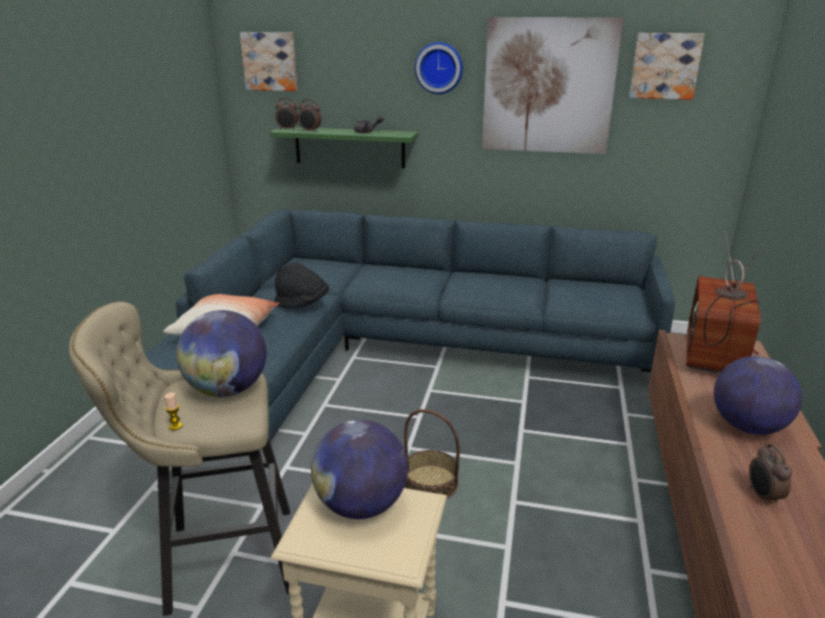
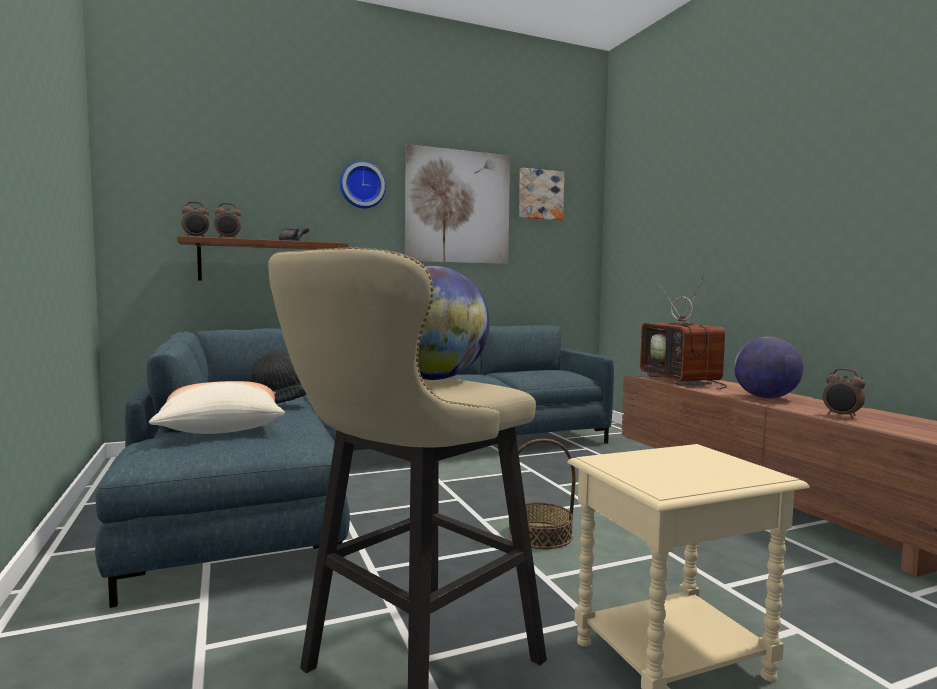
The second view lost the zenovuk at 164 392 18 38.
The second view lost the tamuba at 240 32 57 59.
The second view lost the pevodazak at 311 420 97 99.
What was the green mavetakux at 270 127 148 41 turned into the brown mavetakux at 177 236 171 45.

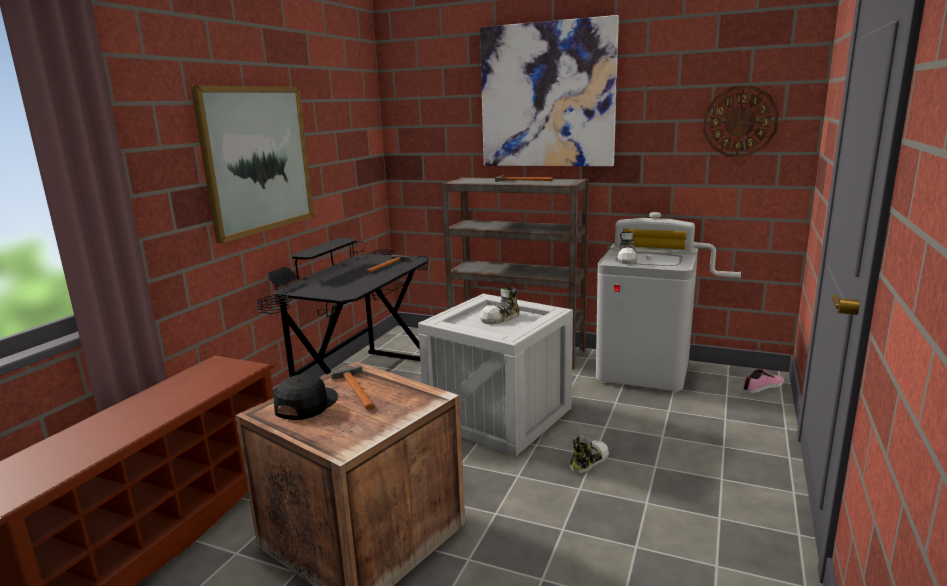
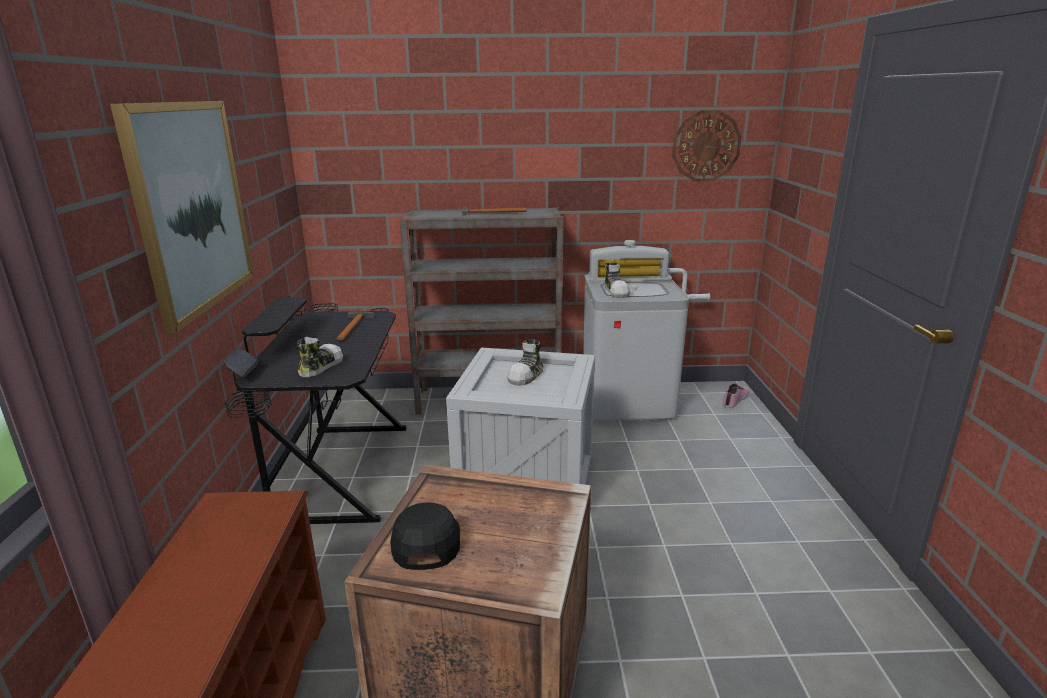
The second view lost the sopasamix at 330 366 45 44.
The second view lost the tamuba at 480 15 139 151.
The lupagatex ended up elsewhere, having gone from 570 436 39 37 to 297 337 46 40.

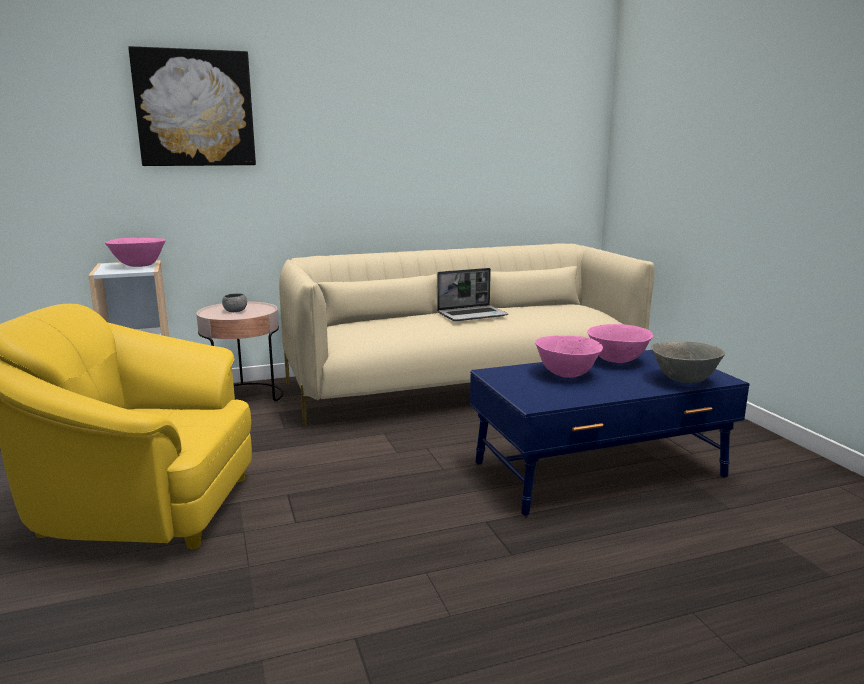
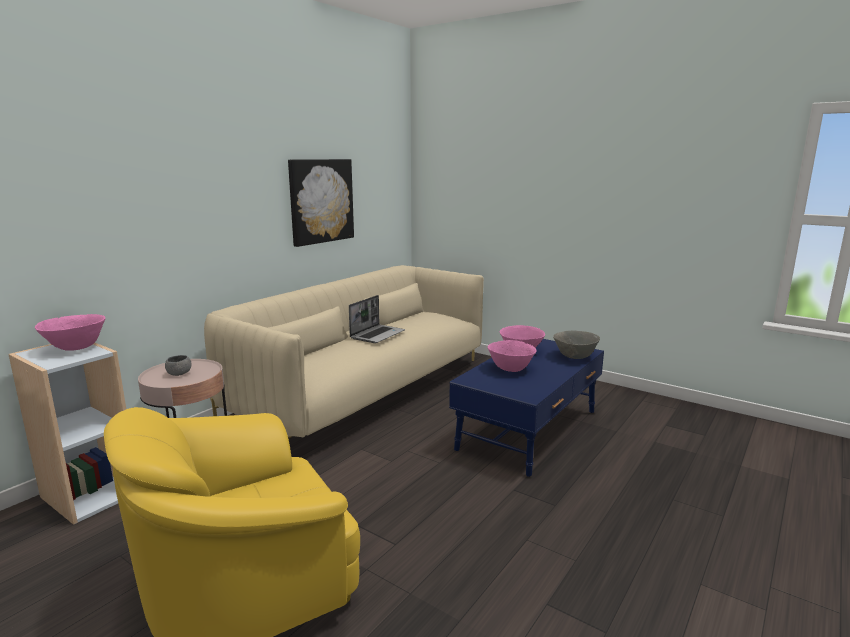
The tamuba ended up elsewhere, having gone from 128 46 128 120 to 288 159 66 88.

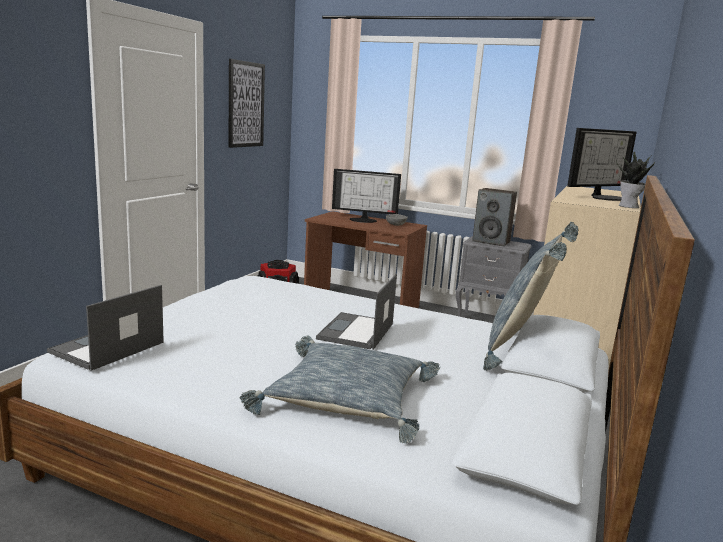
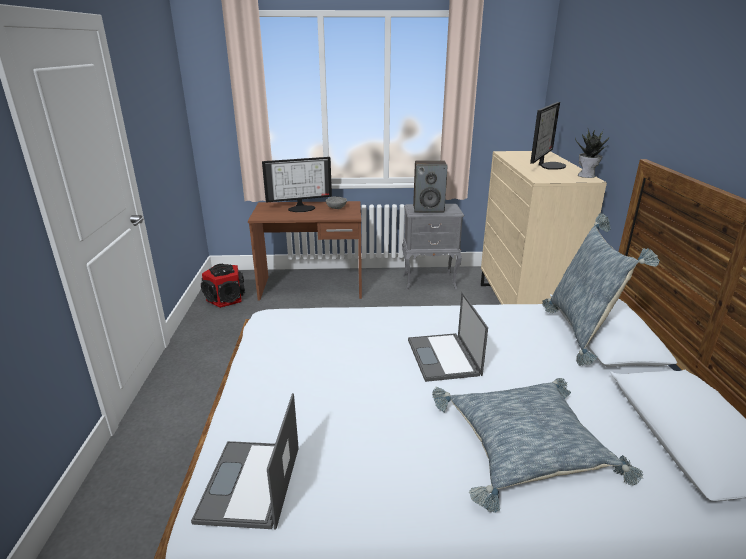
The second view lost the tamuba at 228 59 37 89.

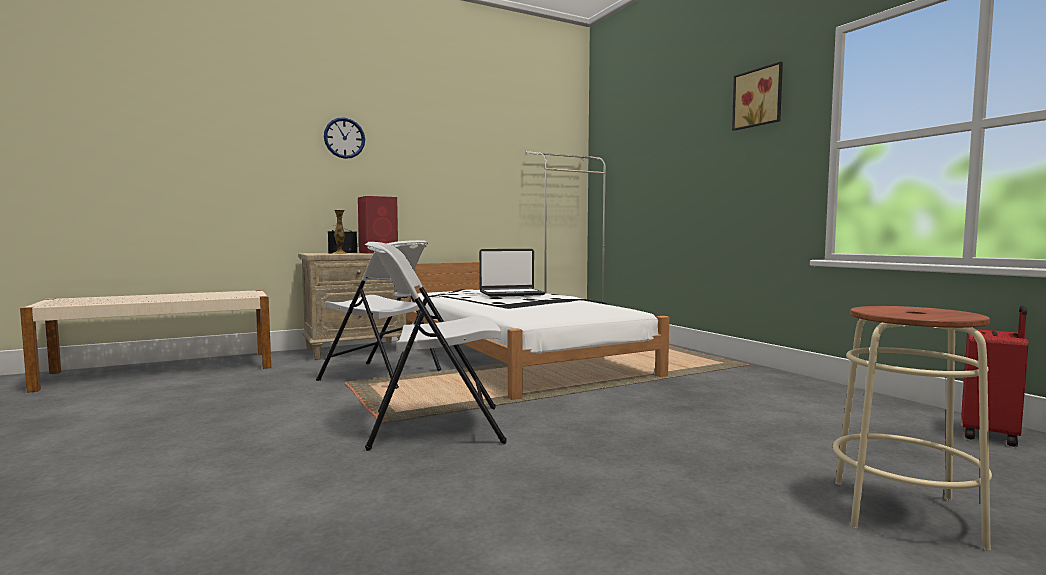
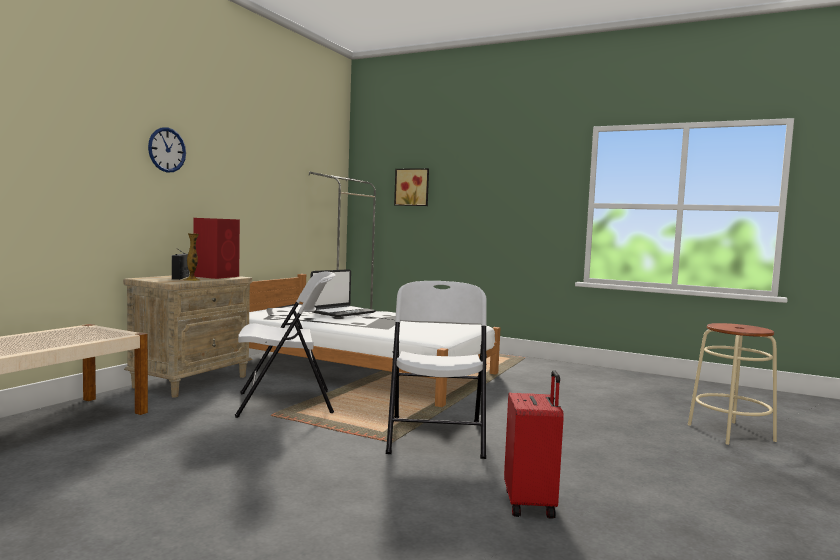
The tamuba ended up elsewhere, having gone from 732 61 51 70 to 394 168 35 38.
The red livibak ended up elsewhere, having gone from 962 306 67 141 to 504 370 60 149.
The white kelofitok at 365 242 142 209 ended up facing another way, 135 degrees clockwise from before.

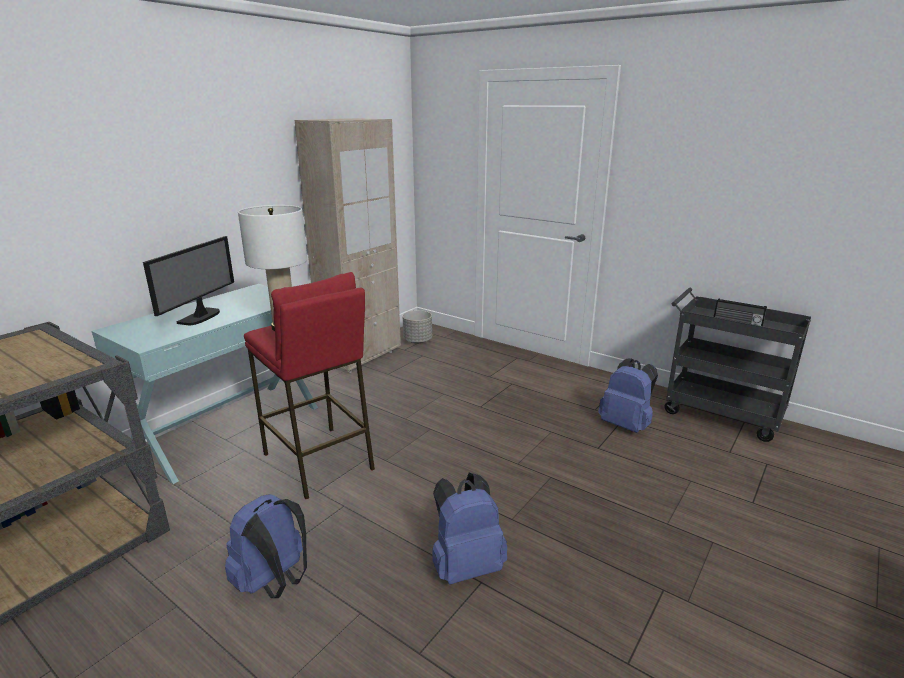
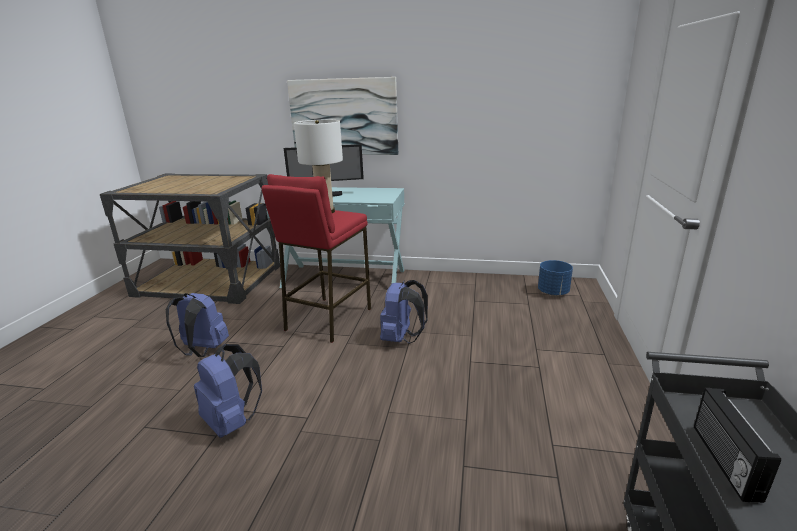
The second view lost the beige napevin at 294 118 107 255.
The second view gained the tamuba at 287 77 111 78.
The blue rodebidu ended up elsewhere, having gone from 598 358 60 75 to 380 280 48 64.
What was the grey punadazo at 403 310 29 33 turned into the blue punadazo at 538 260 35 36.

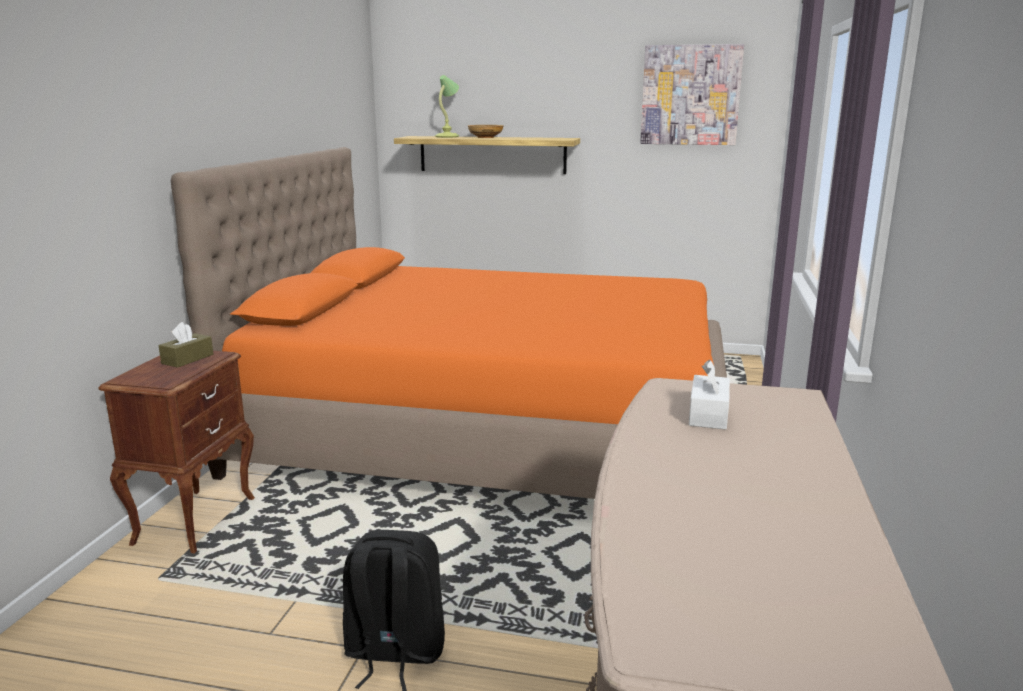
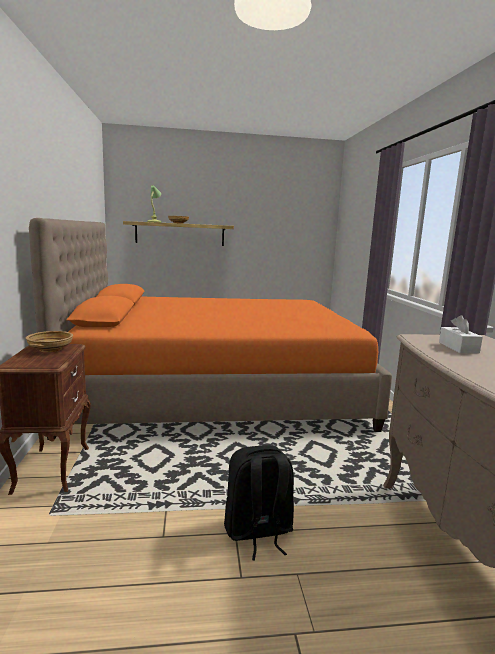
The second view lost the tamuba at 640 44 104 101.
Where the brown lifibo stood at 159 322 54 46, the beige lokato came to stand at 26 331 47 21.

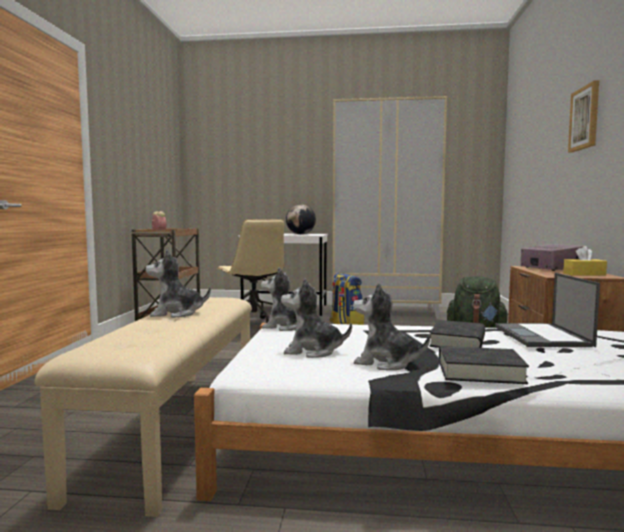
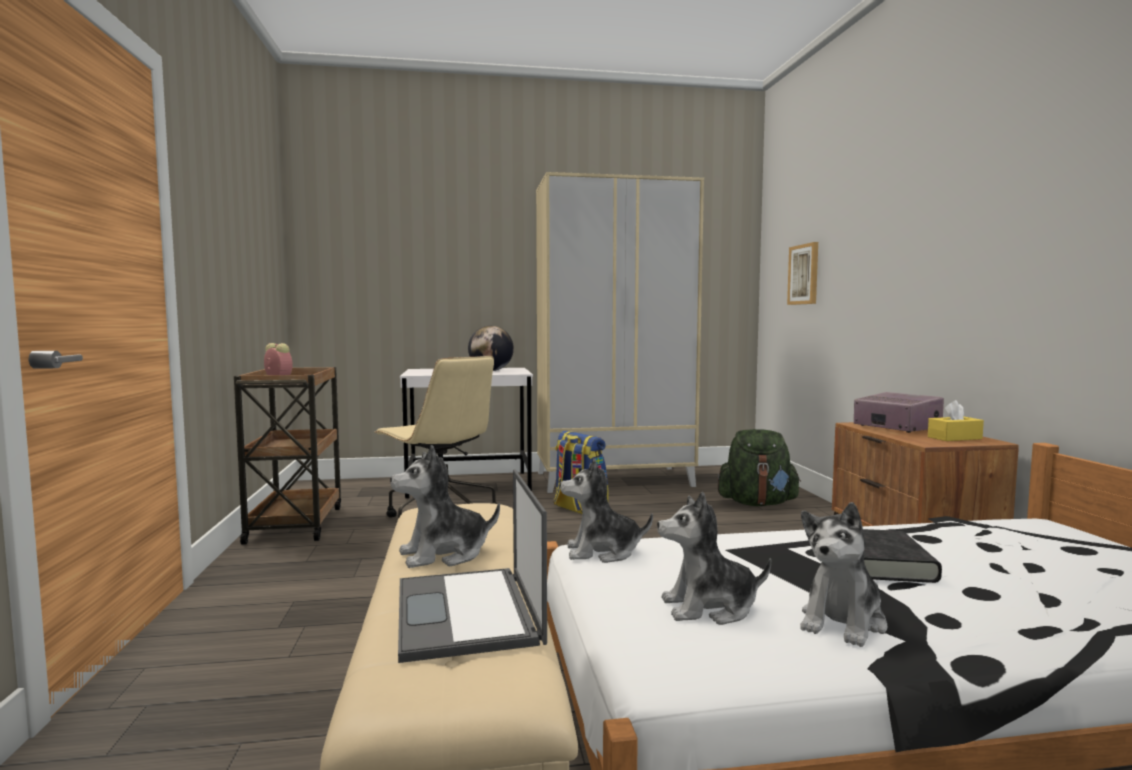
The second view lost the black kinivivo at 439 346 90 38.
The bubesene ended up elsewhere, having gone from 495 273 105 74 to 398 469 149 194.
The tamuba ended up elsewhere, having gone from 568 80 31 72 to 787 242 31 63.
The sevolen at 353 283 77 87 ended up facing another way, 60 degrees counterclockwise from before.

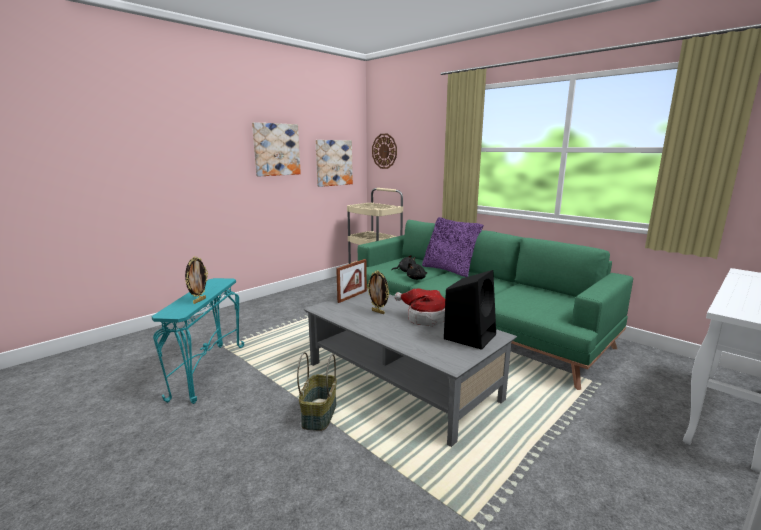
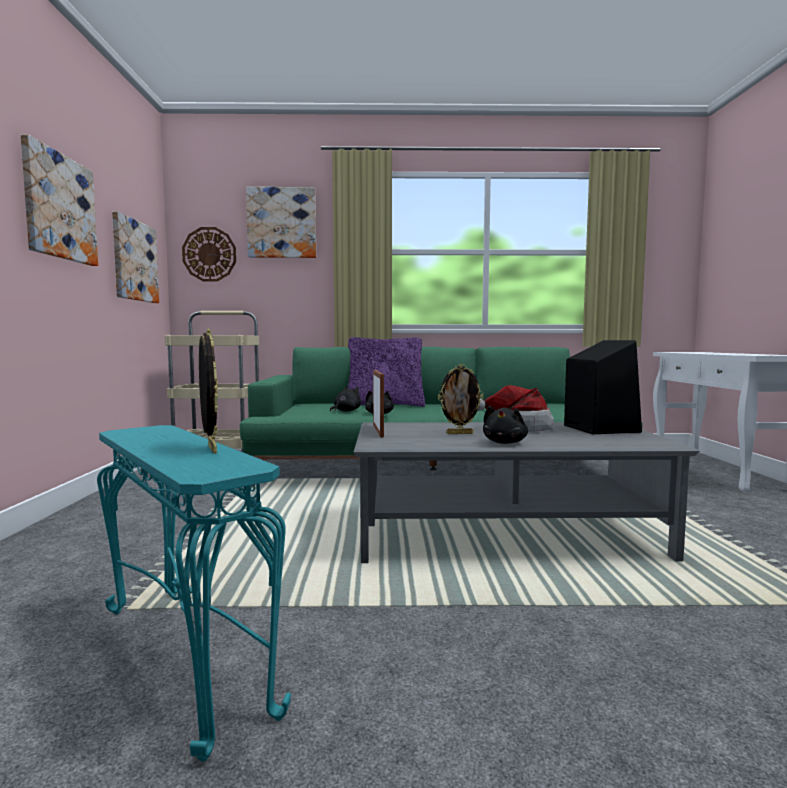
The second view lost the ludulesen at 297 352 40 79.
The second view gained the tamuba at 246 187 70 71.
The second view gained the black sevolen at 483 406 45 38.

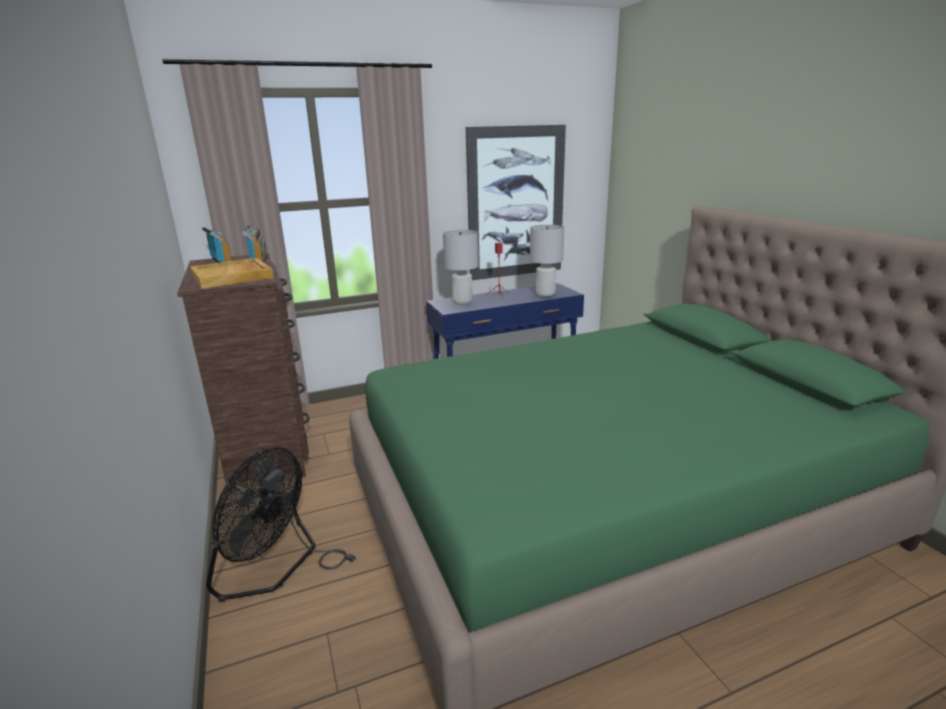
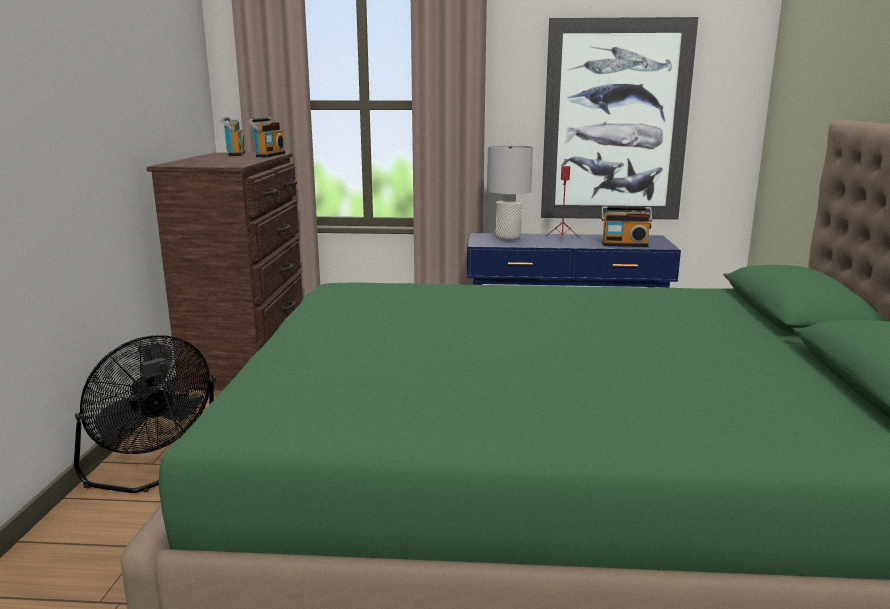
The second view lost the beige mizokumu at 190 258 84 31.
Where the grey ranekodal stood at 530 225 34 72, the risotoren came to stand at 601 206 52 41.

